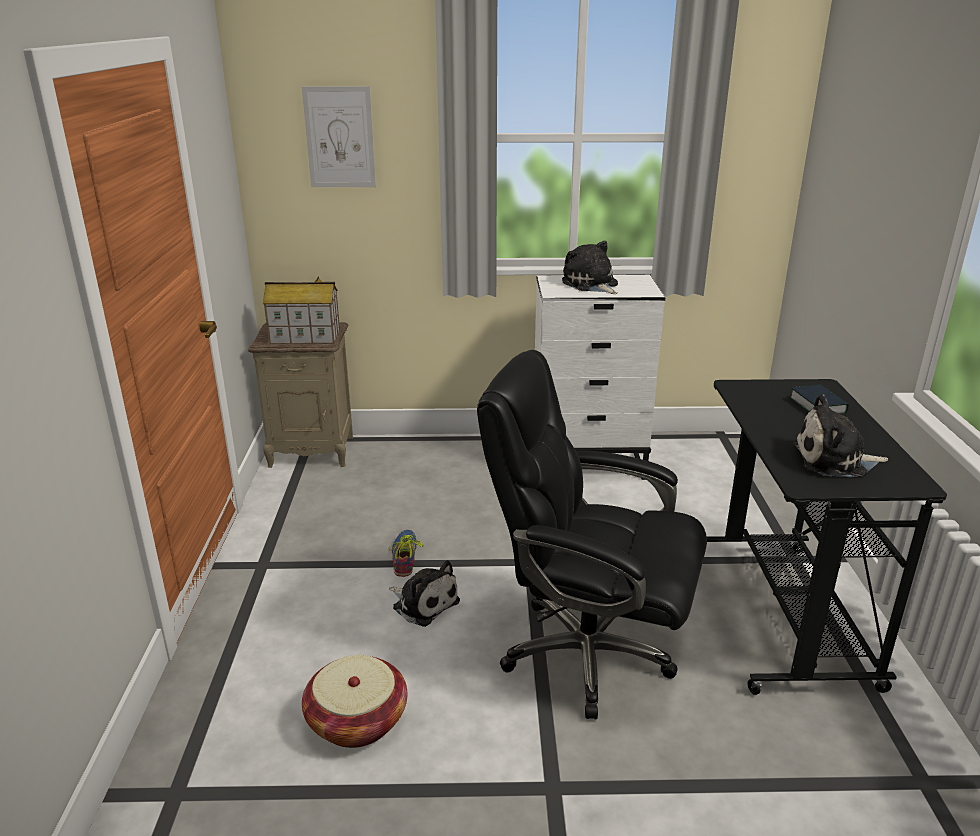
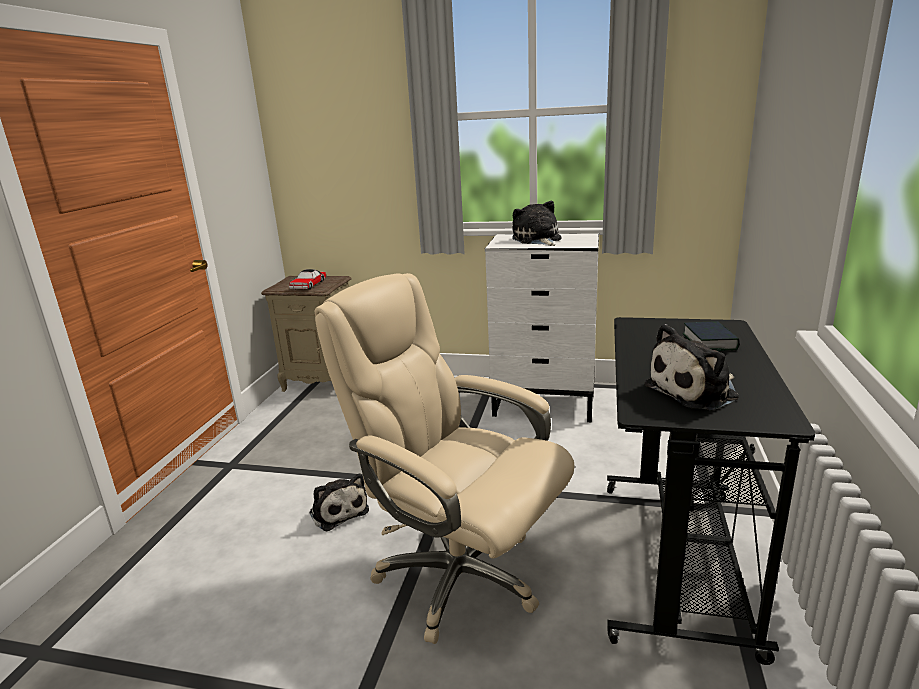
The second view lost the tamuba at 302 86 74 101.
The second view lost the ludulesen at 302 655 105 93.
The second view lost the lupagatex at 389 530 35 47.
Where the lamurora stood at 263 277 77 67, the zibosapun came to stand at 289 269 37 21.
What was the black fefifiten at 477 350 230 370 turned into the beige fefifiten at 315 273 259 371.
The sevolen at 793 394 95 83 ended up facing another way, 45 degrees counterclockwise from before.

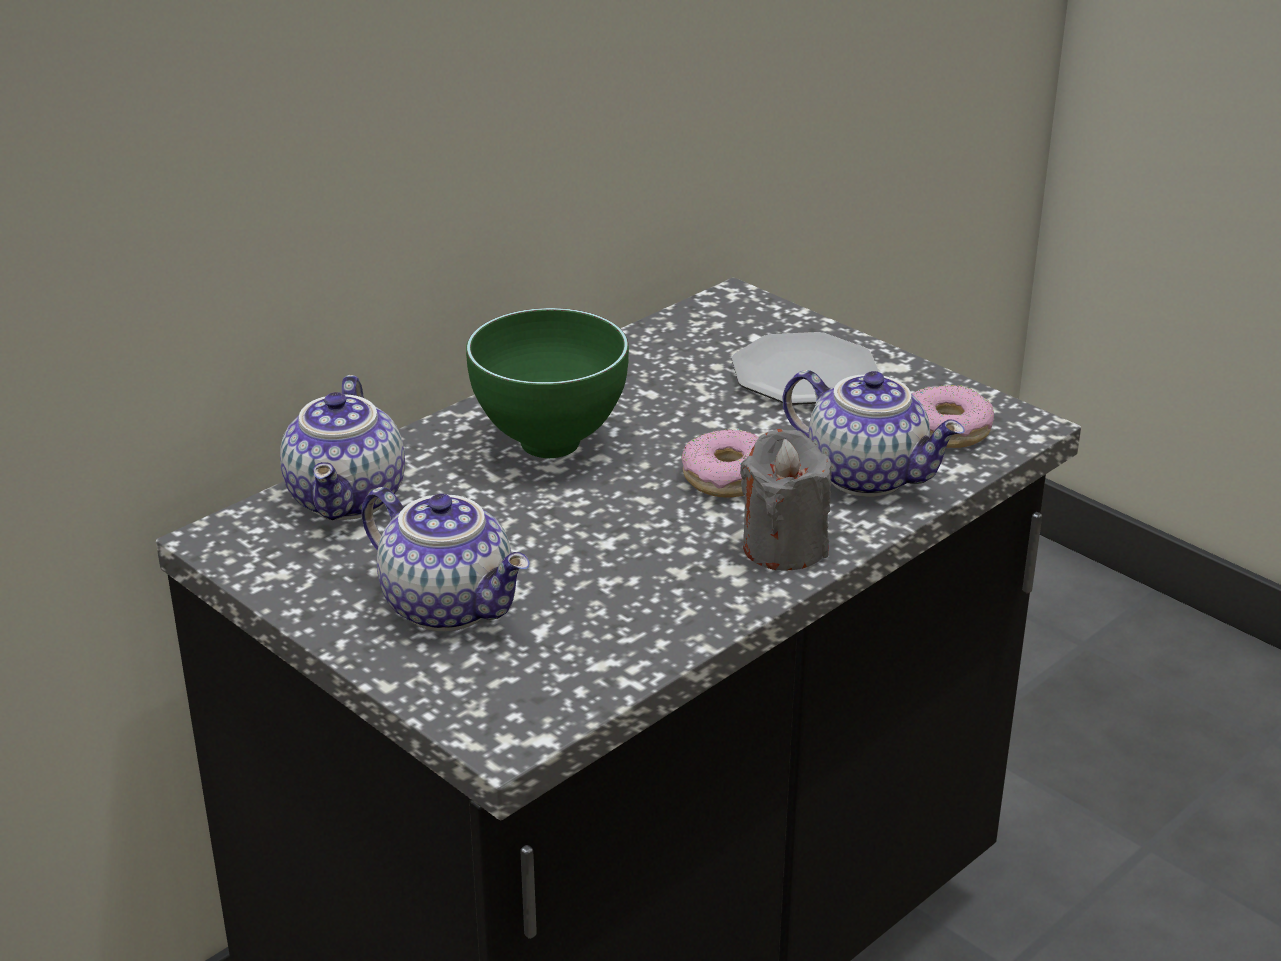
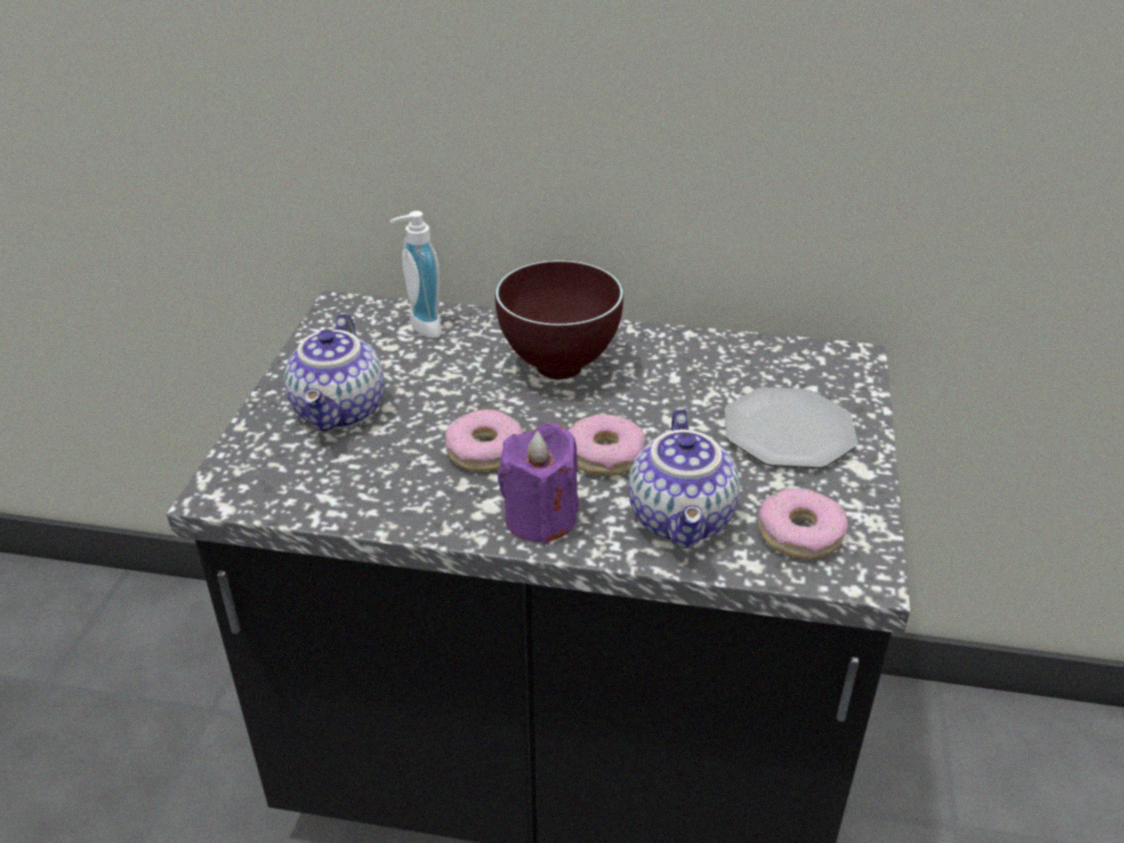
The second view gained the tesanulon at 445 409 78 62.
Where the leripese stood at 280 375 125 145, the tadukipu came to stand at 390 211 52 127.
What was the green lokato at 466 308 163 150 turned into the brown lokato at 495 260 129 119.
What was the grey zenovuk at 740 429 91 141 turned into the purple zenovuk at 498 423 80 121.

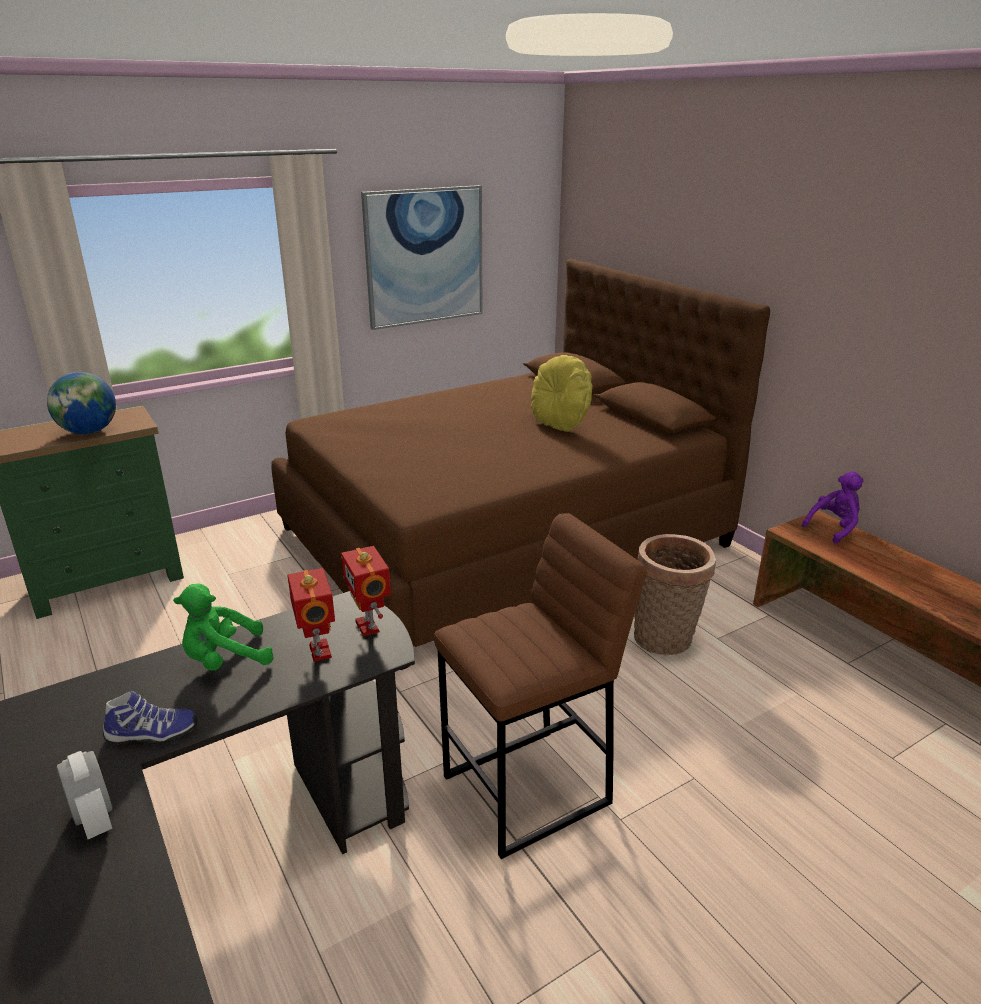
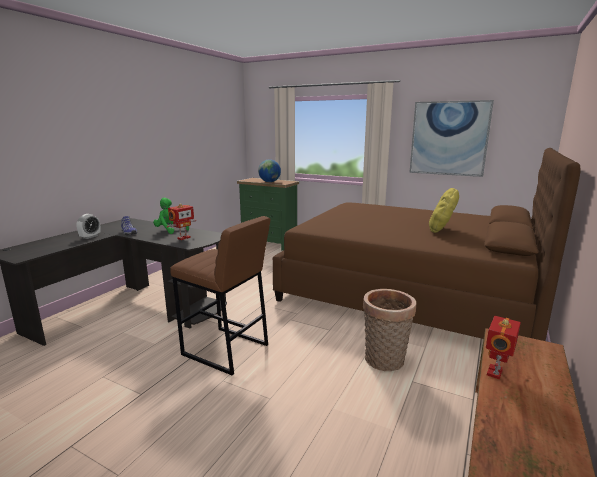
The second view lost the purple sevolen at 802 471 61 73.
The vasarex ended up elsewhere, having gone from 341 546 50 90 to 486 316 35 64.

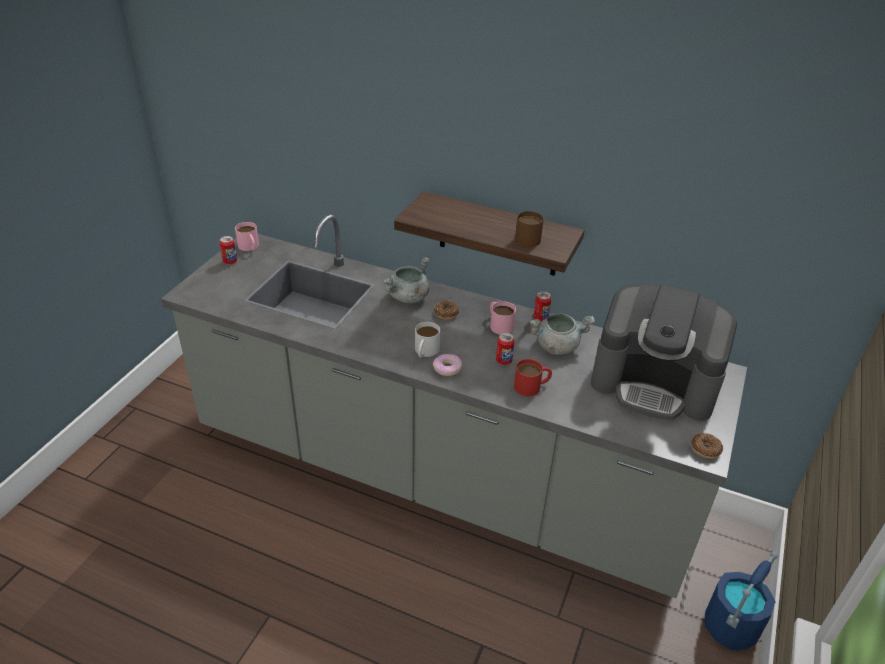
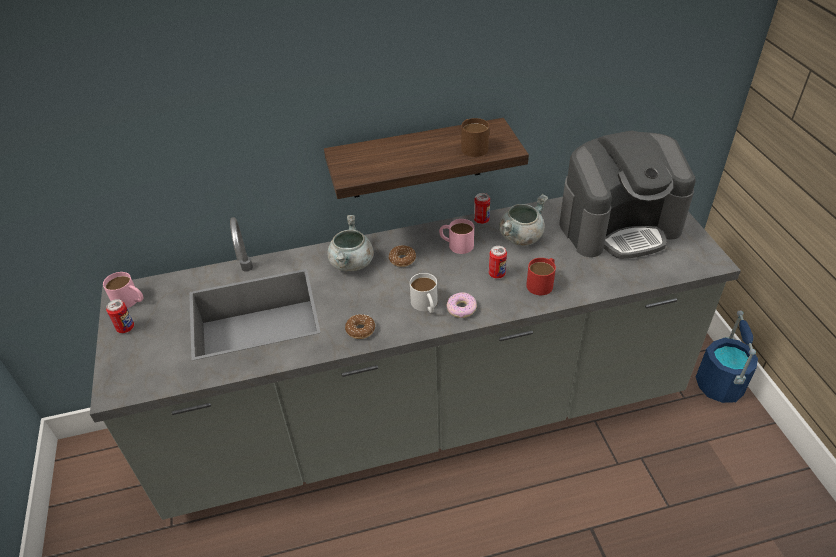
The tesanulon ended up elsewhere, having gone from 691 433 32 26 to 345 314 30 25.

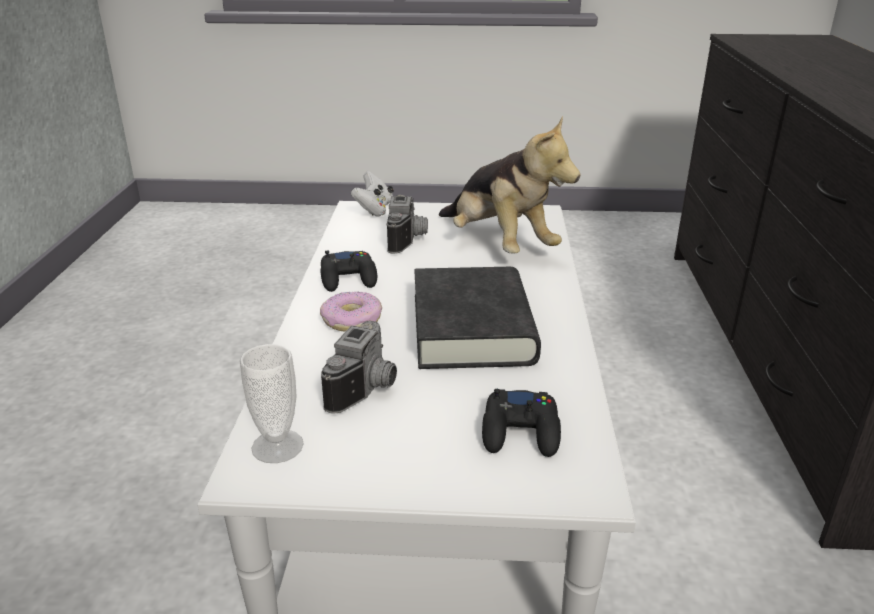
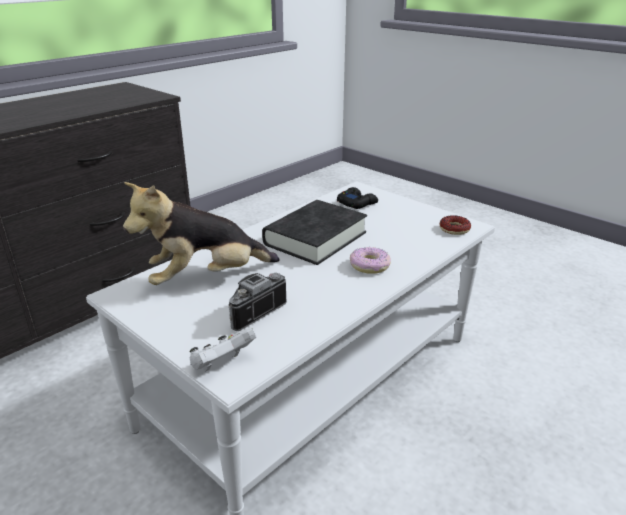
The second view lost the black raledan at 320 250 57 42.
The second view lost the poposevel at 321 321 76 93.
Where the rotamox stood at 240 344 64 119, the tesanulon came to stand at 440 215 31 20.
The sevolen at 439 116 142 138 ended up facing another way, 120 degrees counterclockwise from before.

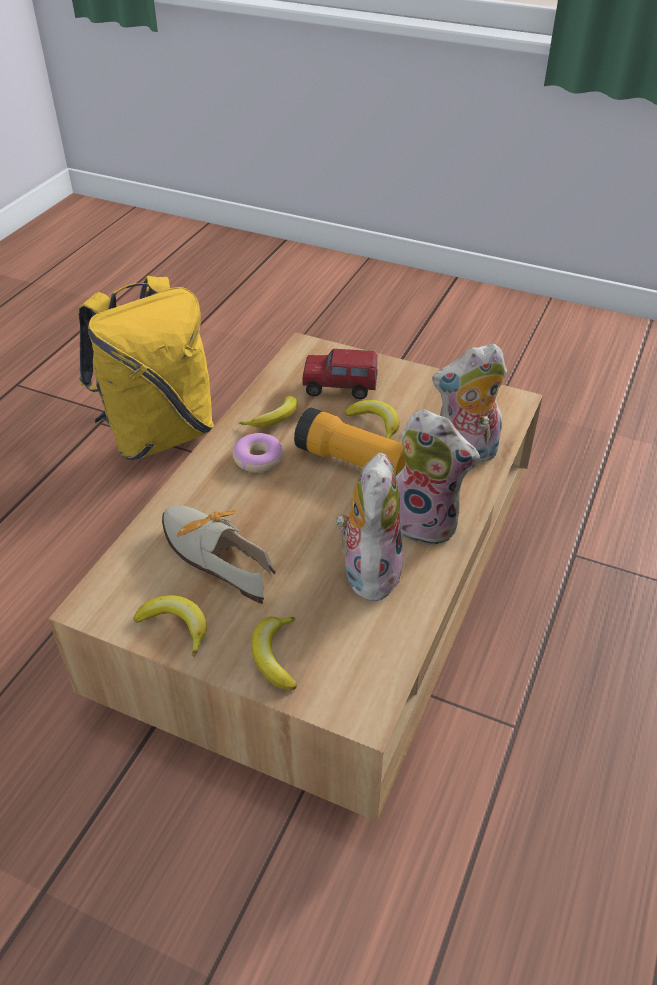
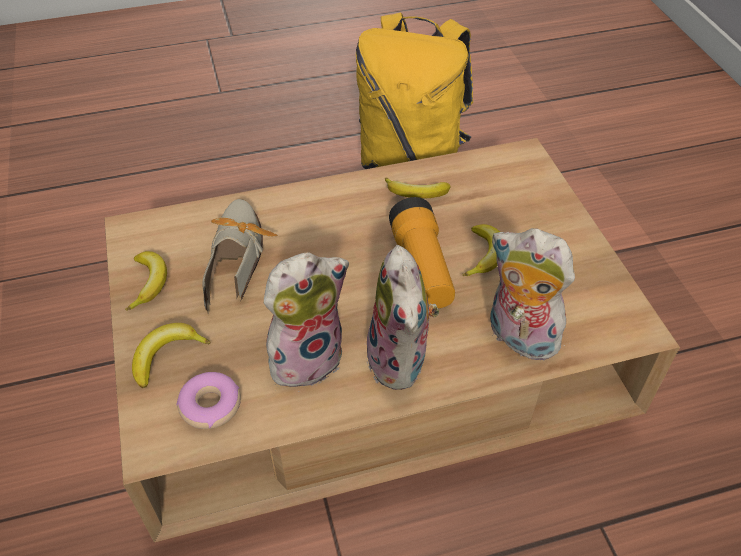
The second view lost the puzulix at 302 349 76 50.
The tesanulon ended up elsewhere, having gone from 233 433 50 40 to 177 372 64 57.

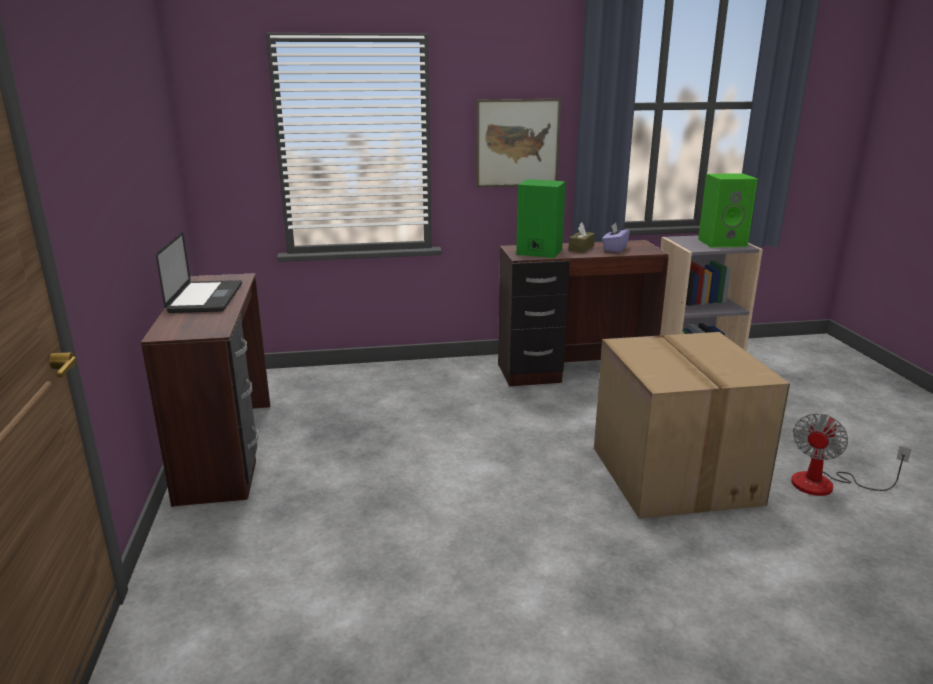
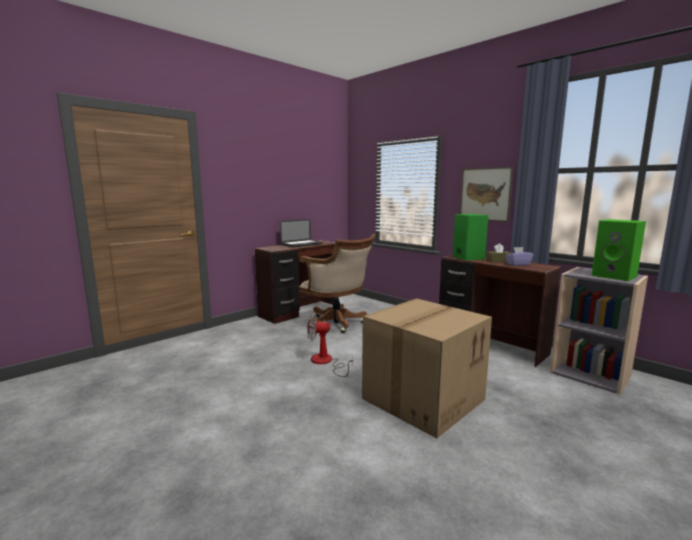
The second view gained the fefifiten at 299 234 77 99.
The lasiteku ended up elsewhere, having gone from 791 413 120 83 to 307 314 46 63.

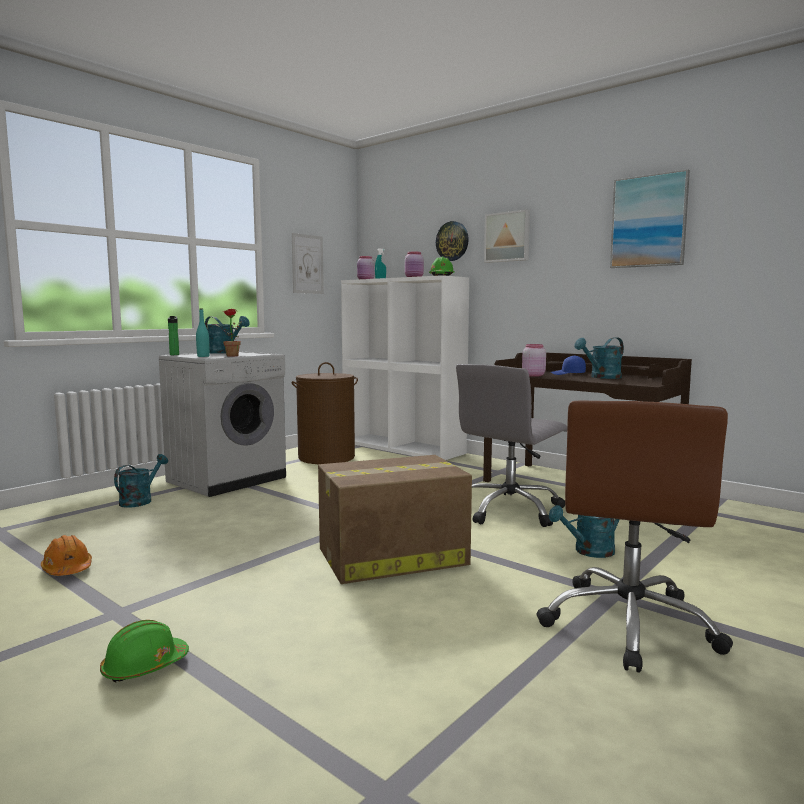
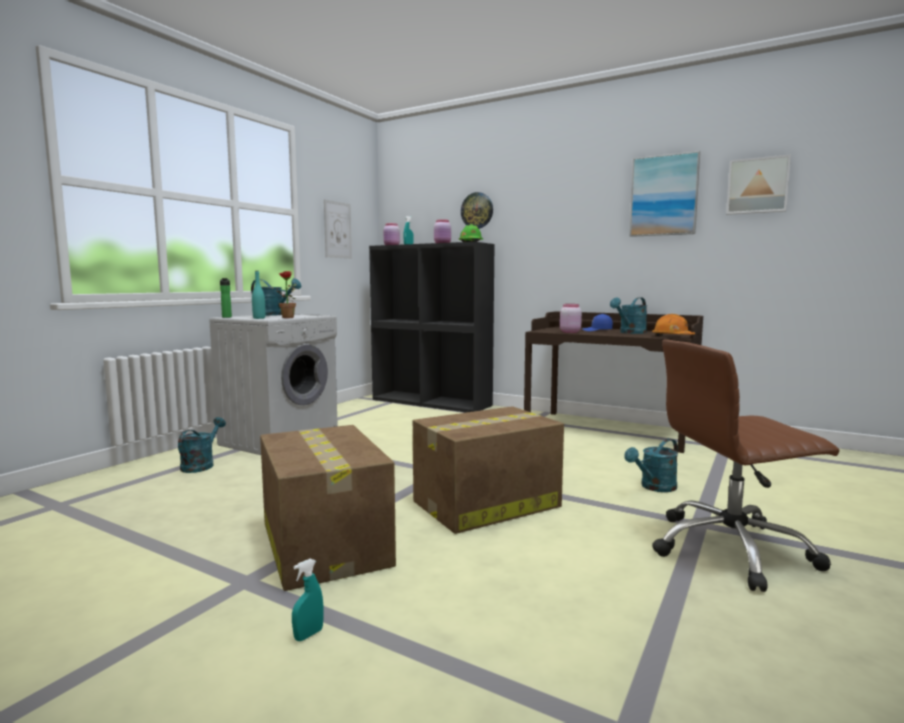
The second view lost the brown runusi at 291 362 67 102.
The second view lost the grey fefifiten at 456 364 111 163.
The second view gained the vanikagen at 260 425 136 166.
The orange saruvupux ended up elsewhere, having gone from 41 535 51 41 to 652 314 43 22.
The tamuba ended up elsewhere, having gone from 484 209 46 54 to 726 154 65 61.
Where the green saruvupux stood at 100 620 89 62, the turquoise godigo came to stand at 292 559 32 82.
What was the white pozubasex at 341 275 128 185 turned into the black pozubasex at 369 242 125 171.
The brown fefifiten at 536 400 197 273 ended up facing another way, 75 degrees clockwise from before.

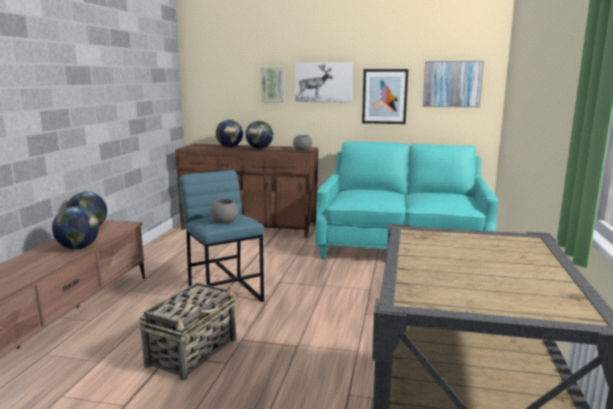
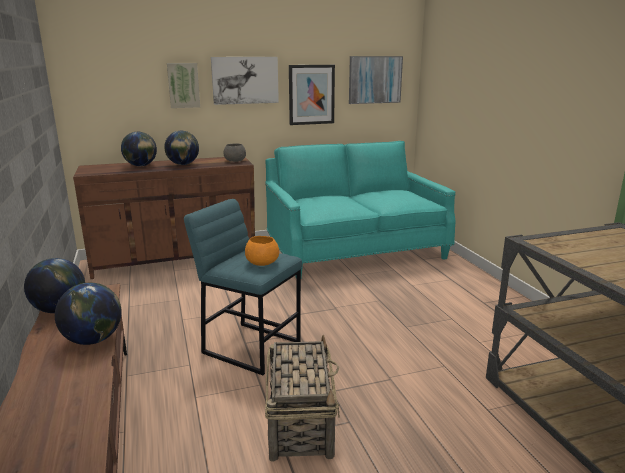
What was the grey lokato at 210 199 29 24 turned into the orange lokato at 245 236 34 30.

